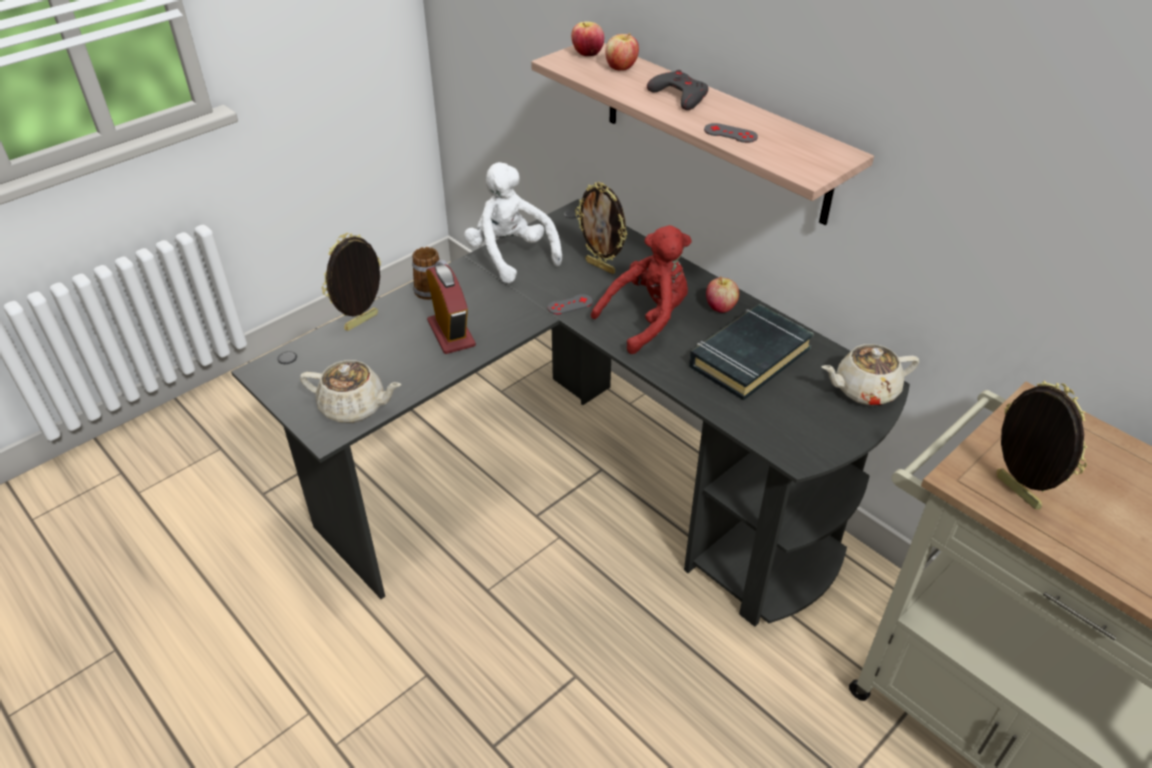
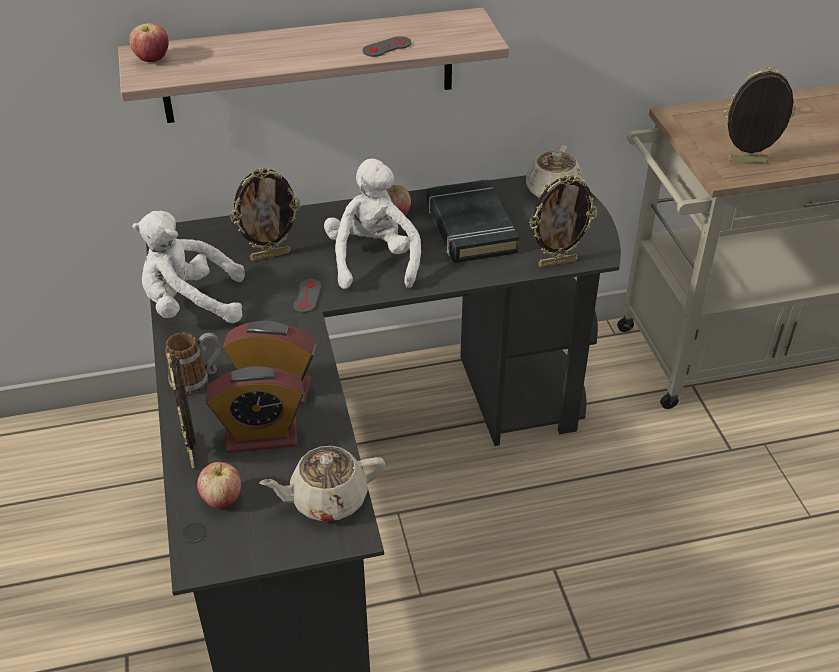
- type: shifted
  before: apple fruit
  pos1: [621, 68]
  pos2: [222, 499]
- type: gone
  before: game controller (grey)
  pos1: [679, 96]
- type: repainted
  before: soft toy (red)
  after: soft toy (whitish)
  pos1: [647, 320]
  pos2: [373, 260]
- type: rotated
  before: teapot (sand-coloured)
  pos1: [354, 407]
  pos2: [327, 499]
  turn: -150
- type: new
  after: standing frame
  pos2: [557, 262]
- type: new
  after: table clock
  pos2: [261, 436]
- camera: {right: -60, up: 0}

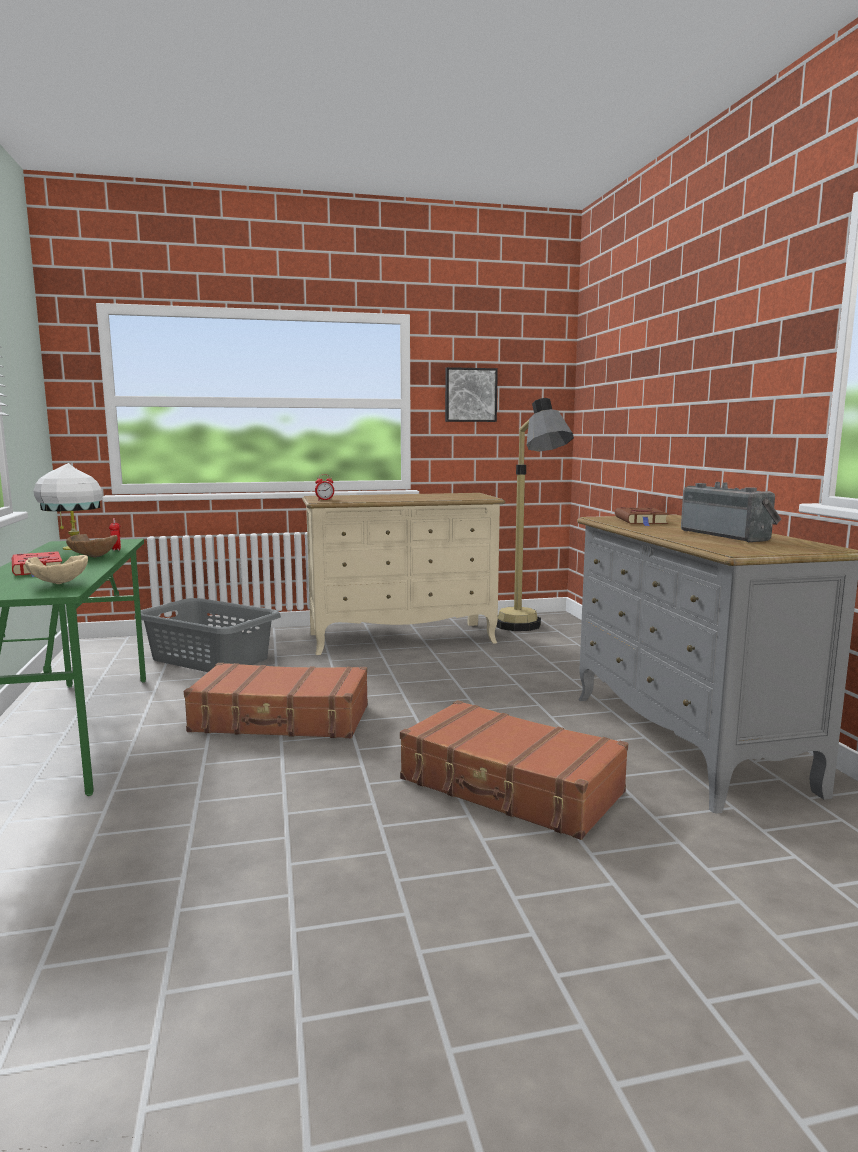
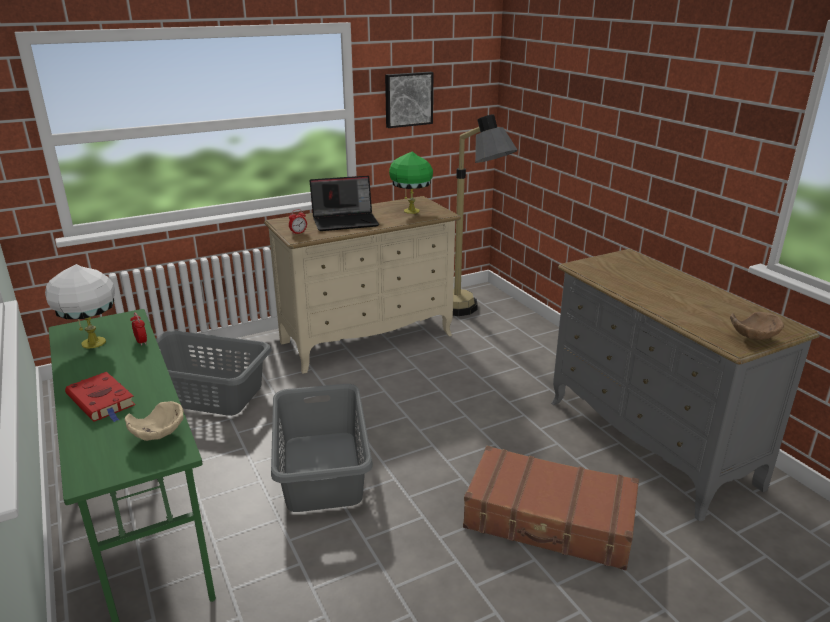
- type: gone
  before: radio set
  pos1: [727, 535]
- type: gone
  before: bound book (brown)
  pos1: [641, 521]
- type: shifted
  before: deep dish (brown)
  pos1: [92, 558]
  pos2: [753, 339]
- type: swapped
  before: travel case (brown)
  after: washing basket (grey)
  pos1: [281, 719]
  pos2: [323, 469]
- type: new
  after: lamp for a table (green)
  pos2: [410, 211]
- type: new
  after: portable computer
  pos2: [346, 221]
- camera: {right: -15, up: 15}

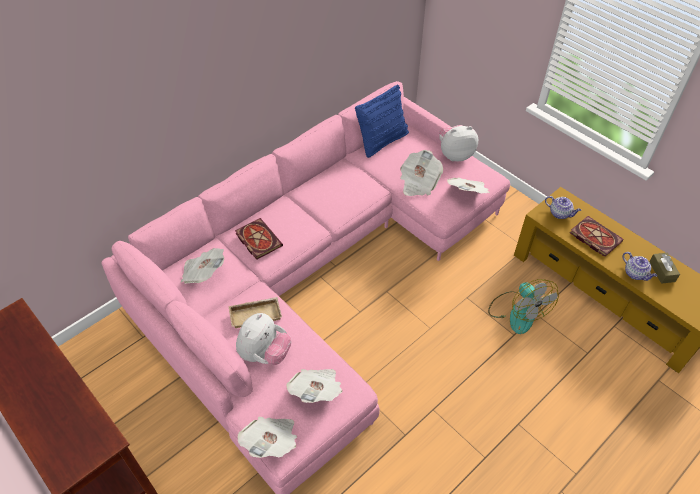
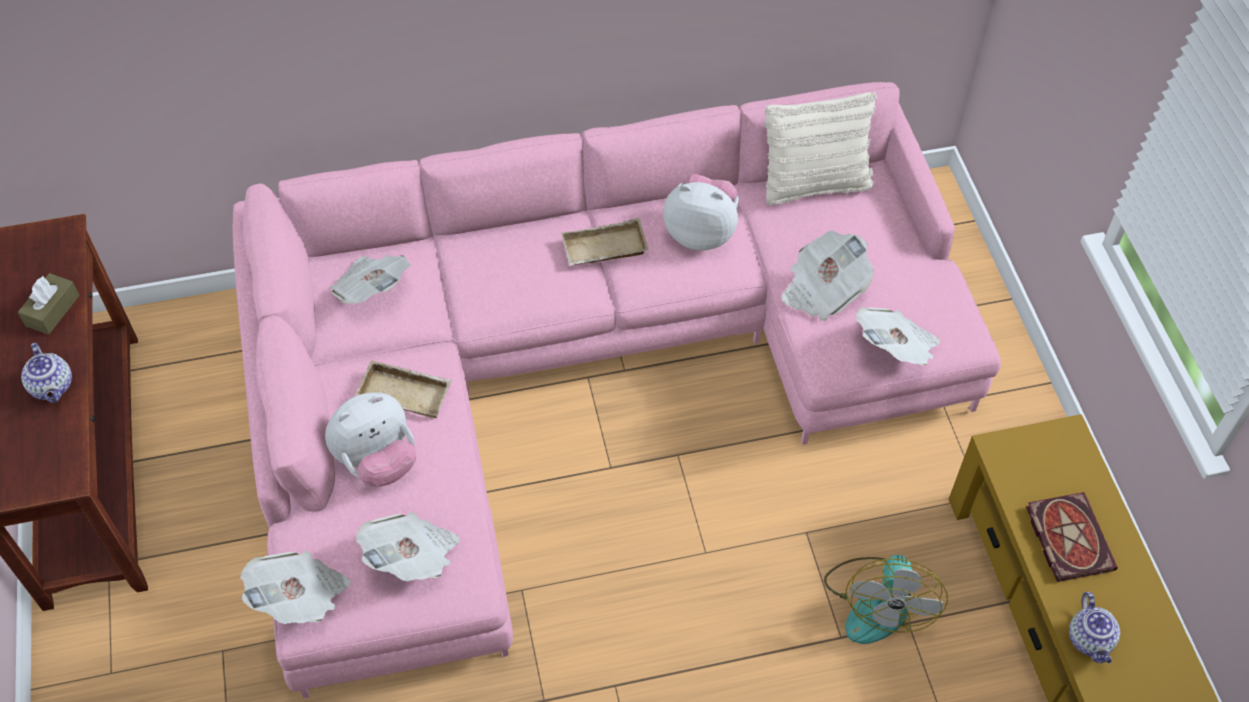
- type: repainted
  before: cushion (blue-coloured)
  after: cushion (sand-coloured)
  pos1: [381, 142]
  pos2: [814, 185]
- type: shifted
  before: soft toy
  pos1: [455, 155]
  pos2: [701, 233]
- type: shifted
  before: teapot
  pos1: [560, 214]
  pos2: [53, 387]
- type: gone
  before: bound book
  pos1: [257, 239]
- type: shifted
  before: box of tissues (brown)
  pos1: [662, 271]
  pos2: [52, 310]
- type: new
  after: serving tray (sand-coloured)
  pos2: [604, 250]
- camera: {right: 30, up: 5}

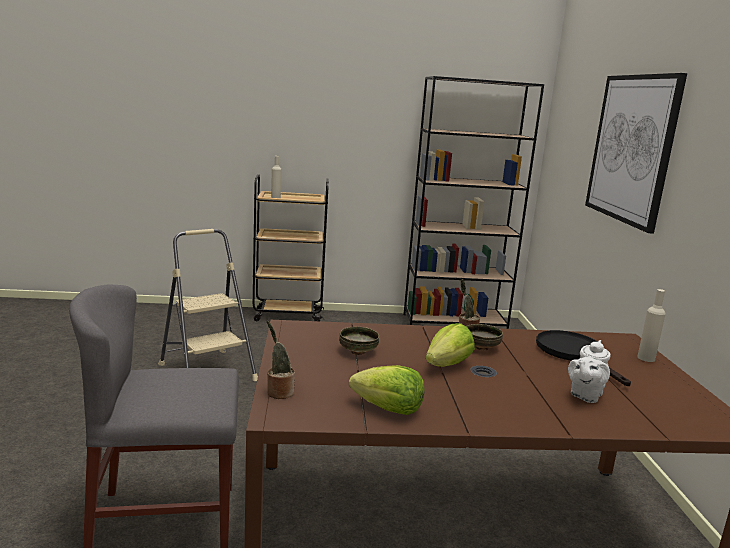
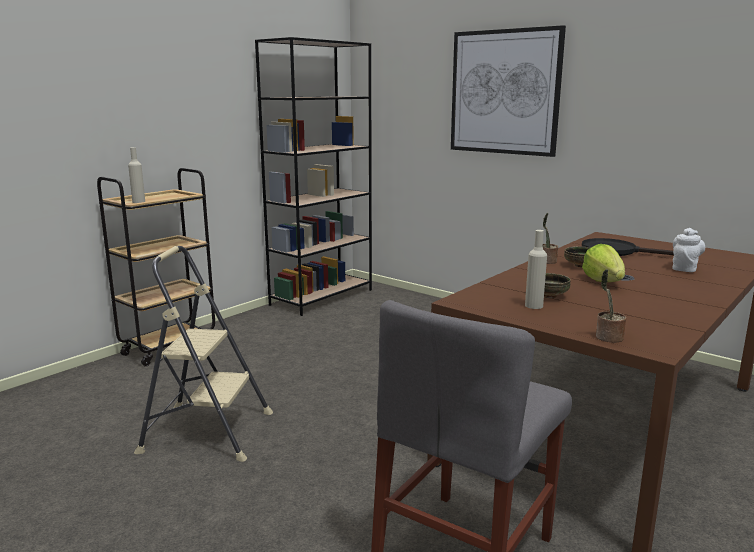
- type: shifted
  before: bottle (sand-coloured)
  pos1: [646, 358]
  pos2: [534, 306]
- type: rotated
  before: teapot (whitish)
  pos1: [585, 395]
  pos2: [685, 268]
  turn: -135
- type: gone
  before: lettuce head
  pos1: [388, 409]
- camera: {right: -45, up: 0}

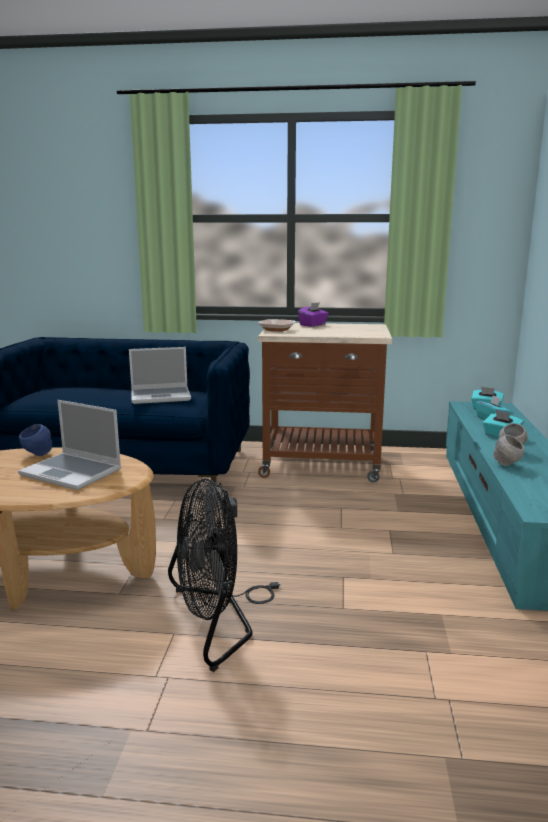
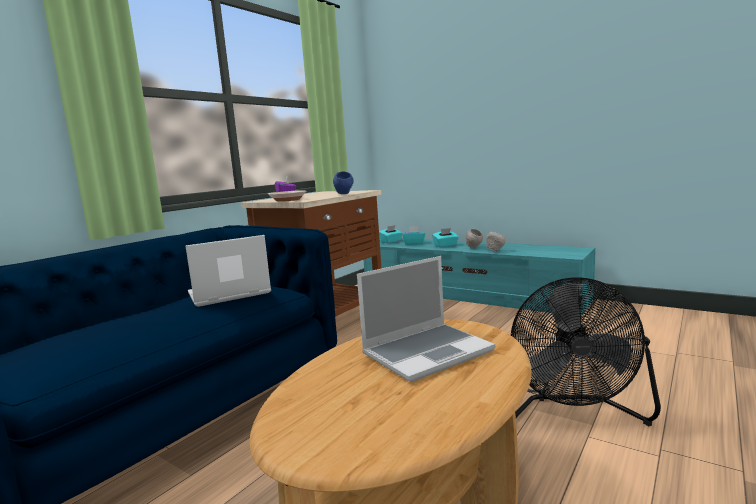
- type: rotated
  before: portable computer
  pos1: [161, 396]
  pos2: [228, 294]
  turn: -135
- type: shifted
  before: deep dish (blue-coloured)
  pos1: [38, 455]
  pos2: [344, 194]
- camera: {right: -60, up: -5}

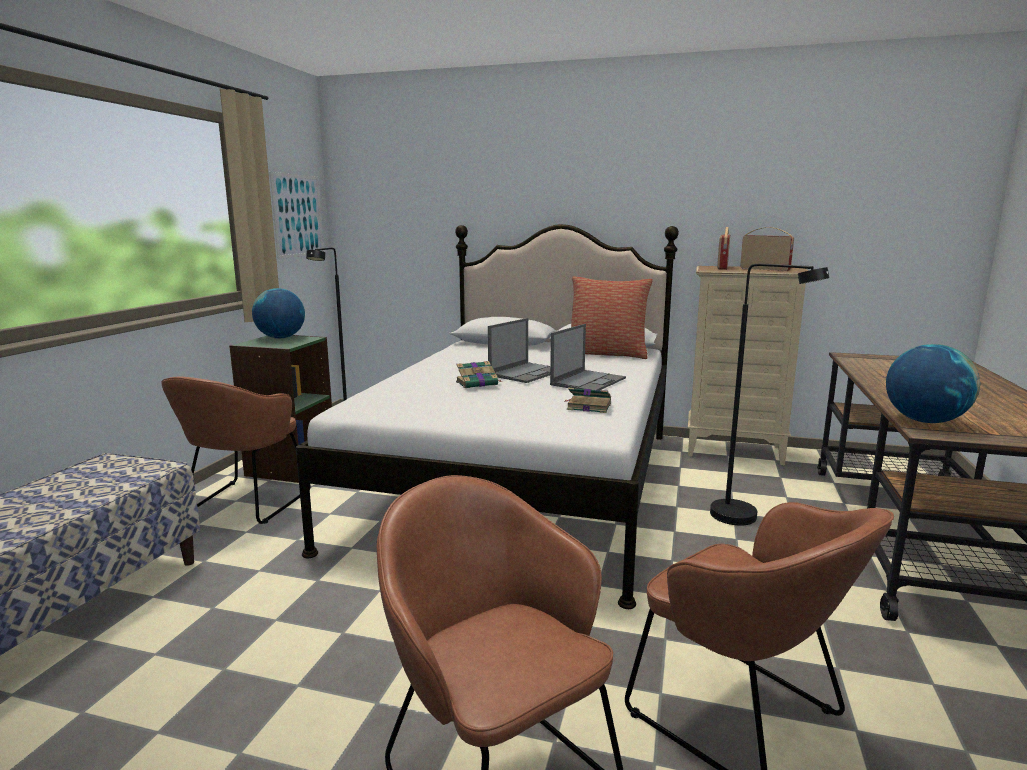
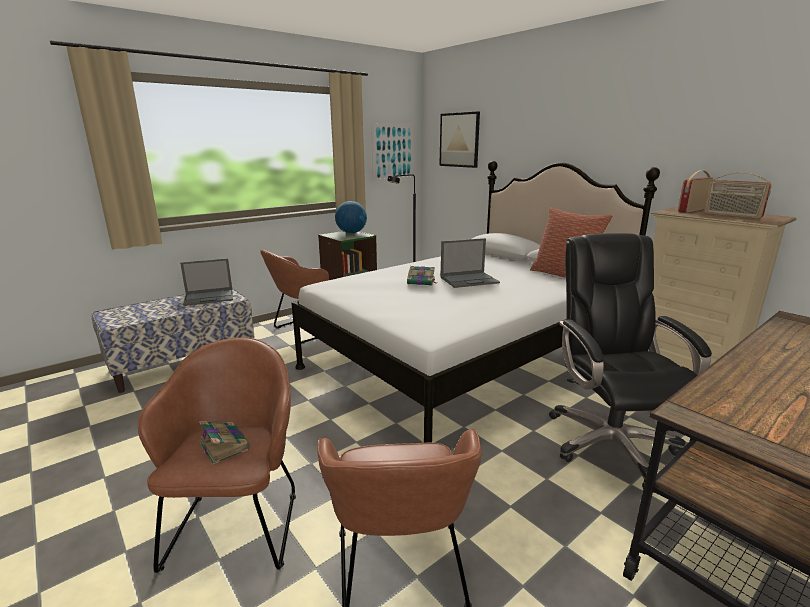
- type: rotated
  before: radio set
  pos1: [765, 269]
  pos2: [732, 215]
  turn: 150
- type: swapped
  before: standing lamp (blackish)
  after: desk chair (blackish)
  pos1: [746, 519]
  pos2: [609, 443]
- type: shifted
  before: portable computer
  pos1: [588, 381]
  pos2: [209, 297]
- type: gone
  before: globe
  pos1: [924, 421]
- type: shifted
  before: bound book
  pos1: [587, 406]
  pos2: [224, 445]
- type: new
  after: picture
  pos2: [459, 140]
- camera: {right: 35, up: 5}

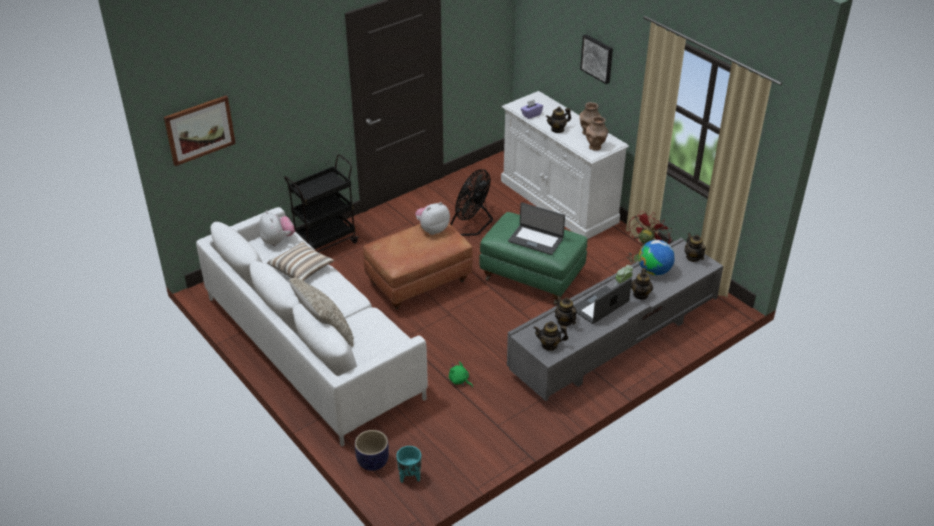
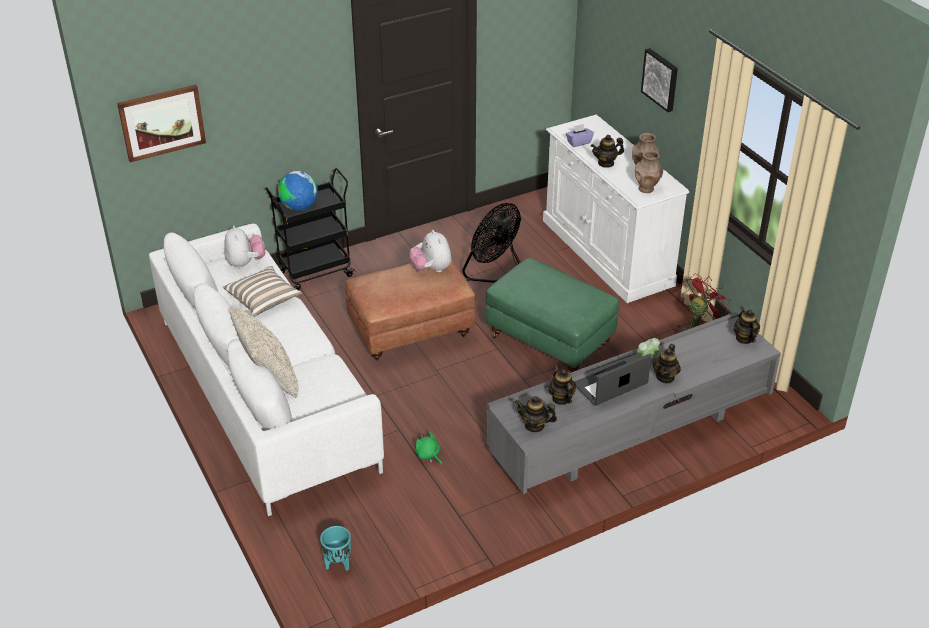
- type: rotated
  before: soft toy
  pos1: [432, 229]
  pos2: [431, 269]
  turn: -90
- type: gone
  before: portable computer
  pos1: [536, 240]
- type: shifted
  before: globe
  pos1: [654, 271]
  pos2: [299, 207]
- type: gone
  before: flower pot
  pos1: [372, 461]
- camera: {right: 10, up: 0}

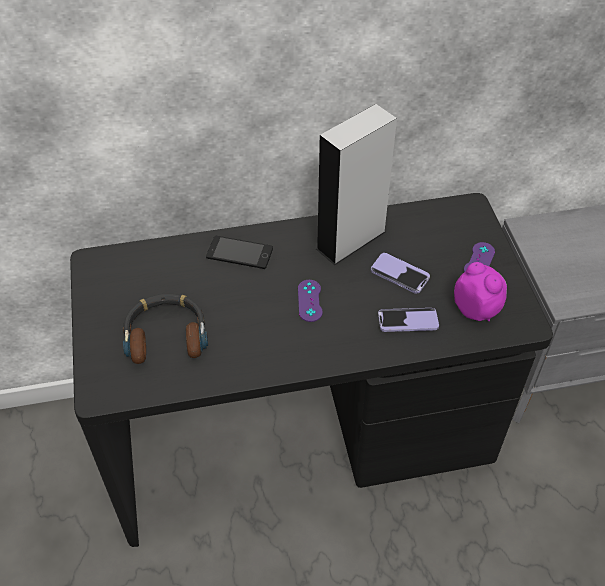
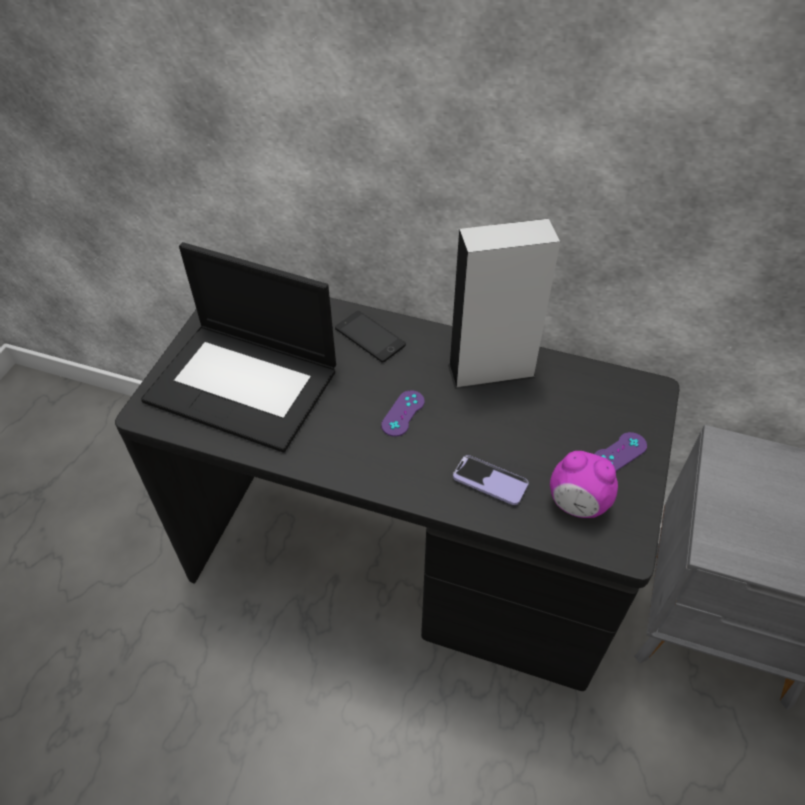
- type: gone
  before: telephone
  pos1: [399, 274]
- type: rotated
  before: table clock
  pos1: [476, 309]
  pos2: [577, 504]
  turn: 120
- type: swapped
  before: headset
  after: portable computer
  pos1: [166, 334]
  pos2: [245, 384]
- camera: {right: 30, up: 0}

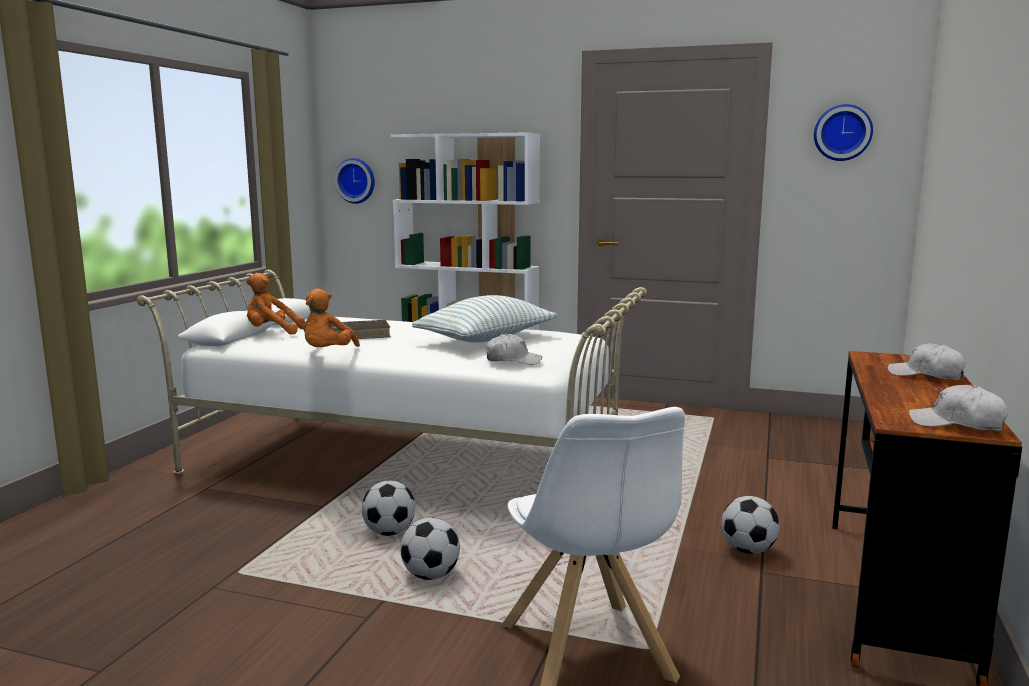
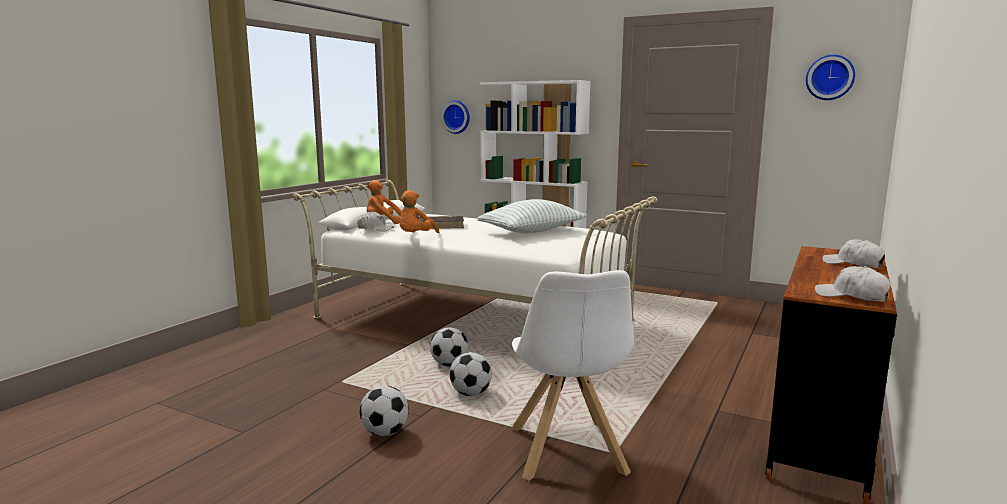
- type: shifted
  before: baseball cap (whitish)
  pos1: [513, 360]
  pos2: [375, 229]
- type: shifted
  before: football ball
  pos1: [748, 550]
  pos2: [385, 432]
- camera: {right: 10, up: 0}

